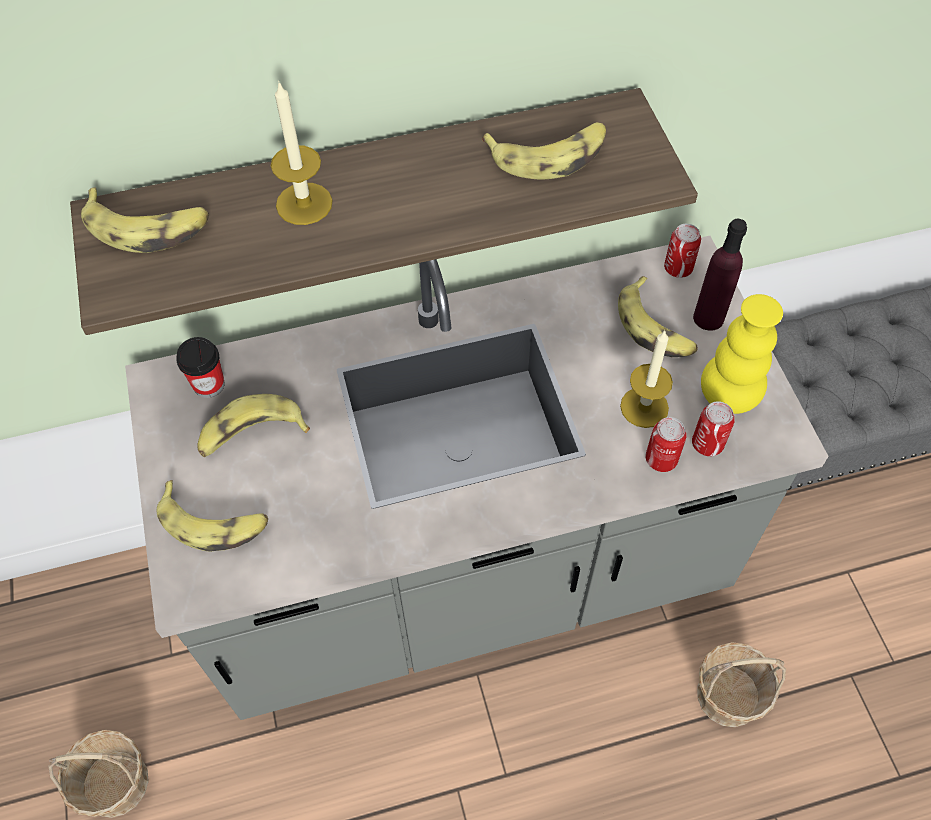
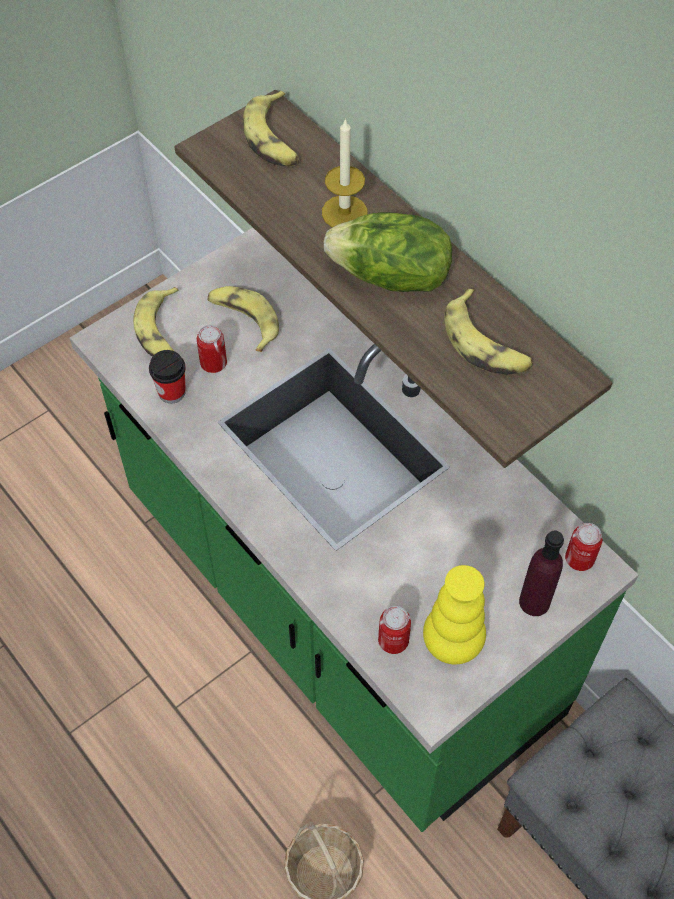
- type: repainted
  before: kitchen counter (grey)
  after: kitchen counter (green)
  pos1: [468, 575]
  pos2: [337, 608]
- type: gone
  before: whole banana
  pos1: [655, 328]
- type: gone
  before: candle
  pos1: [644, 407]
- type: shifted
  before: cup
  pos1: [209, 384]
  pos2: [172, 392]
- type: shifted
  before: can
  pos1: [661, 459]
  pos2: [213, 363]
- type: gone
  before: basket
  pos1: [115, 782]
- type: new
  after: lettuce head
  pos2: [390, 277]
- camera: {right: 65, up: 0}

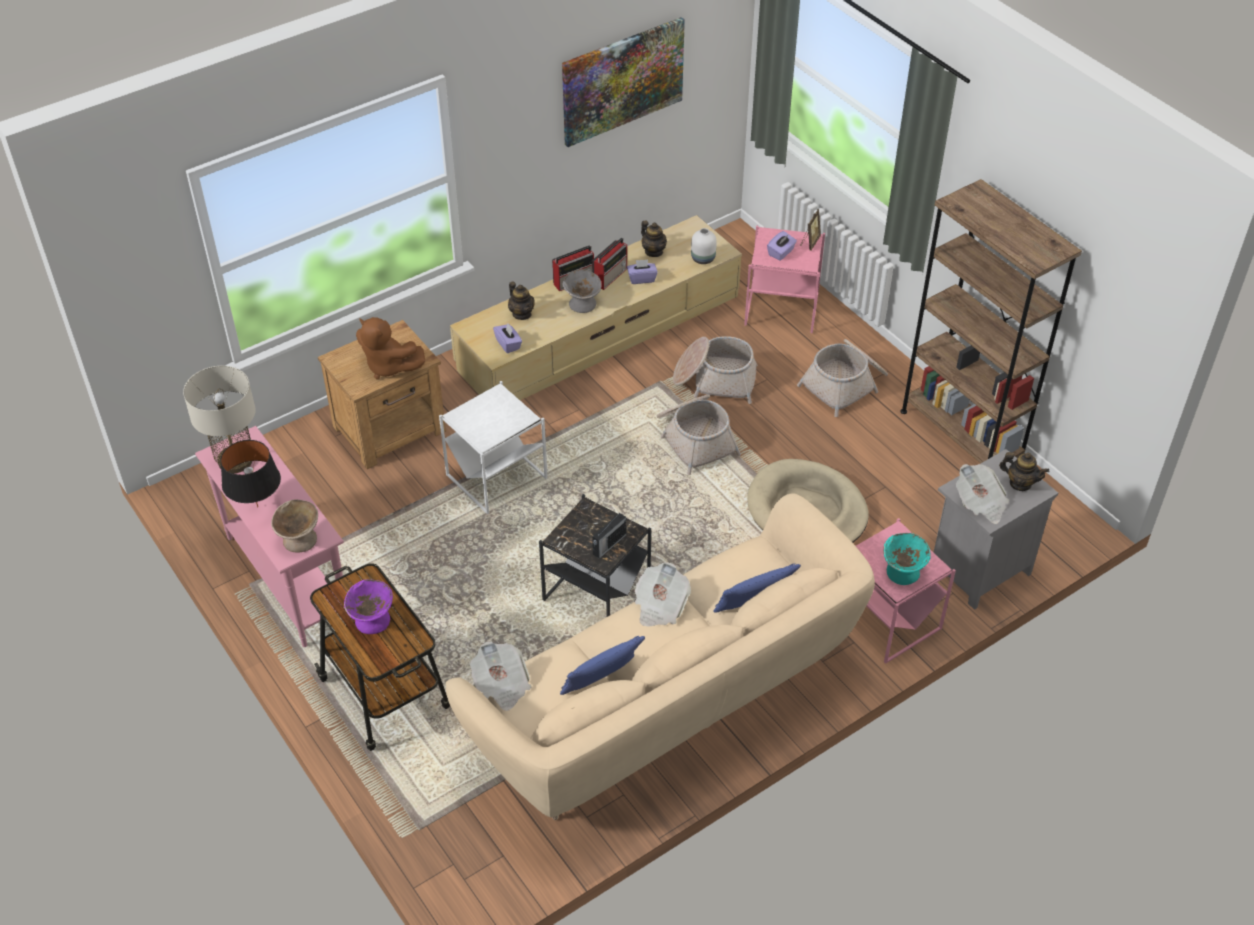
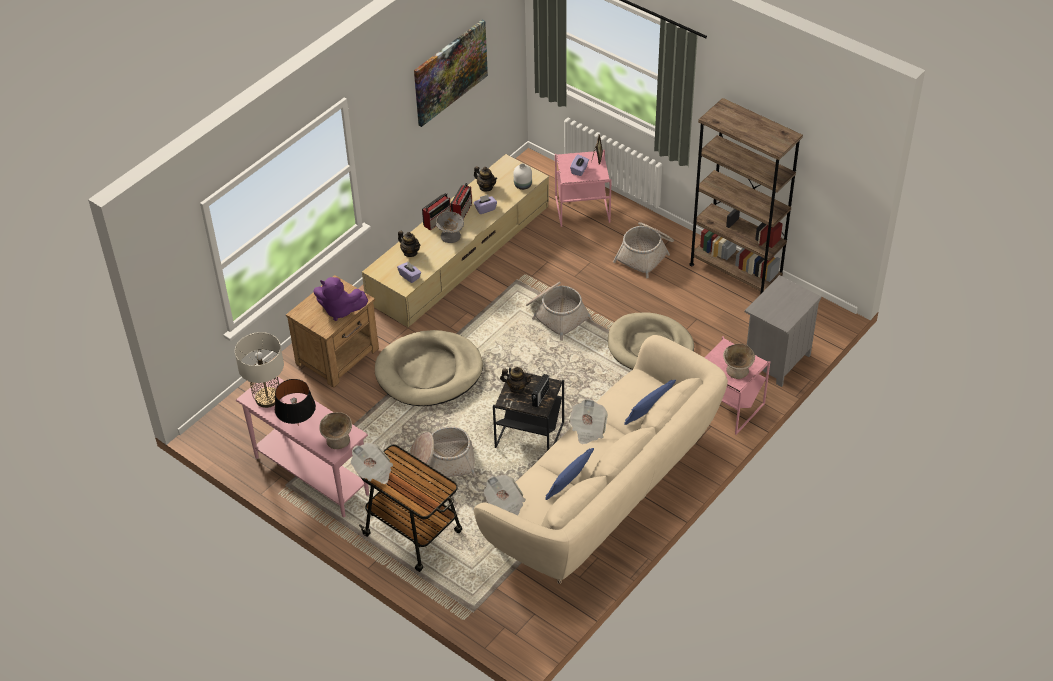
- type: repainted
  before: soft toy (brown)
  after: soft toy (purplish)
  pos1: [388, 366]
  pos2: [340, 310]
- type: shifted
  before: basket
  pos1: [715, 380]
  pos2: [442, 462]
- type: swapped
  before: side table (whitish)
  after: dog bed (sand-coloured)
  pos1: [498, 477]
  pos2: [429, 372]
- type: shifted
  before: teapot
  pos1: [1020, 483]
  pos2: [517, 387]
- type: shifted
  before: newspaper
  pos1: [980, 504]
  pos2: [373, 471]
- type: repainted
  before: deep dish (turquoise)
  after: deep dish (sand-coloured)
  pos1: [903, 572]
  pos2: [737, 370]
- type: gone
  before: deep dish (purplish)
  pos1: [372, 620]
- camera: {right: -15, up: 0}

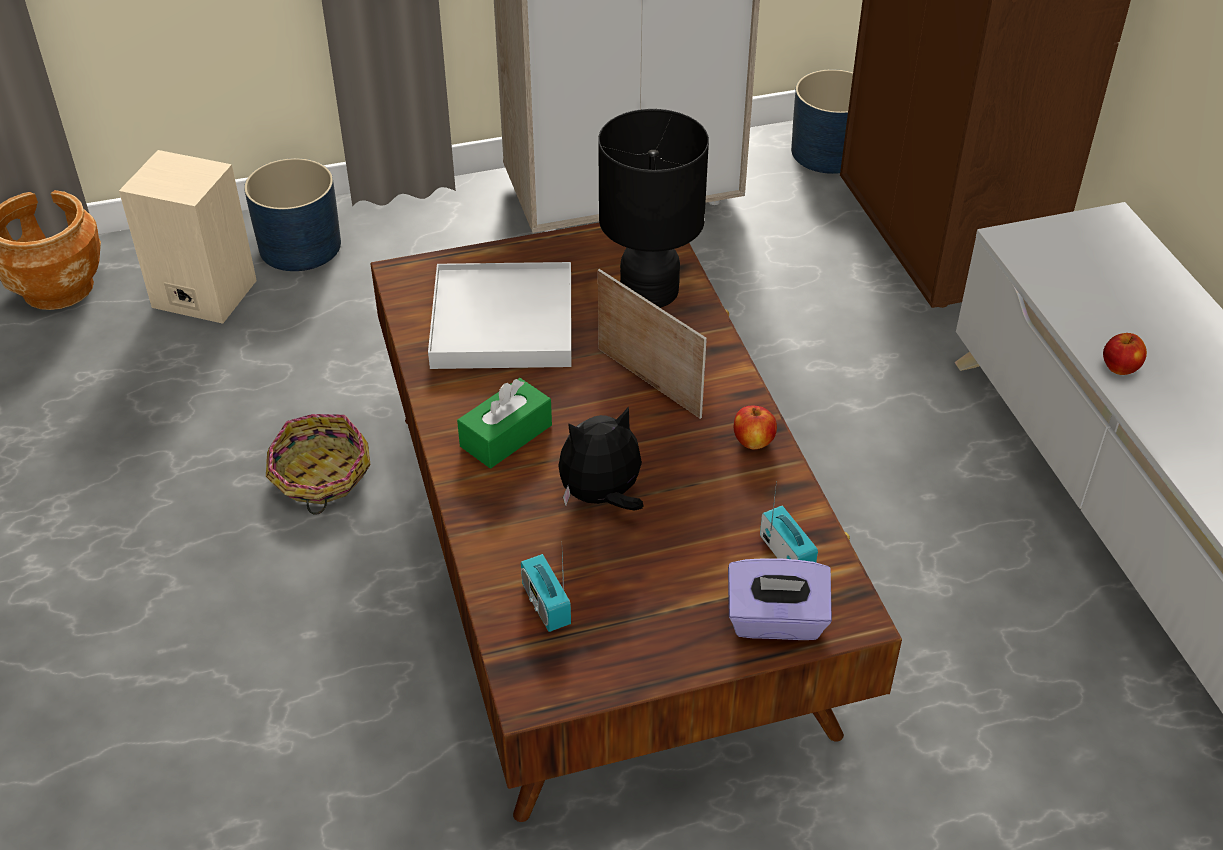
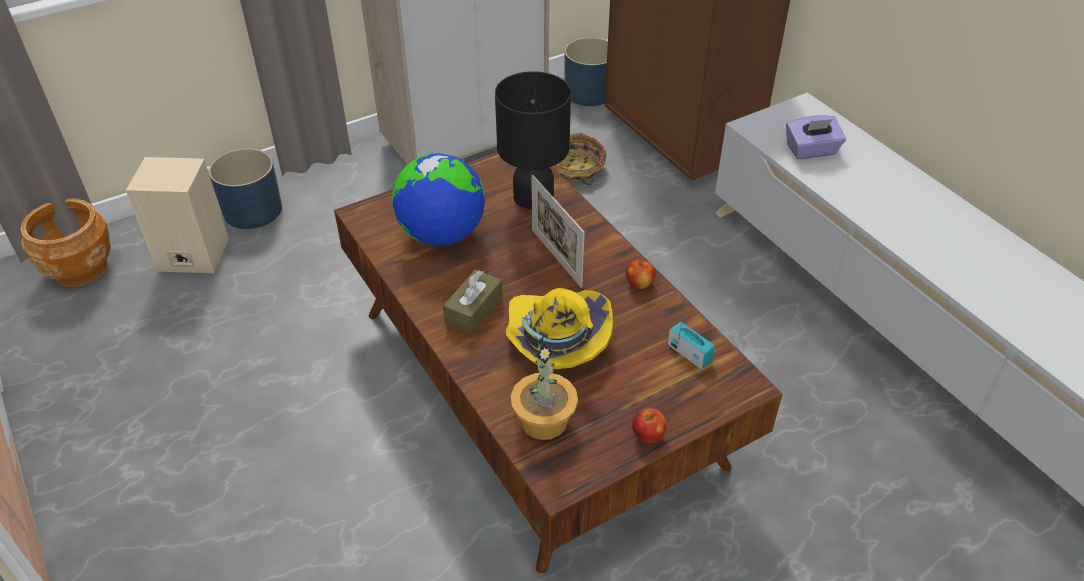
- type: swapped
  before: serving tray (whitish)
  after: globe
  pos1: [502, 322]
  pos2: [442, 234]
- type: rotated
  before: standing frame
  pos1: [648, 382]
  pos2: [556, 257]
  turn: -150
- type: shifted
  before: apple fruit
  pos1: [1119, 368]
  pos2: [648, 436]
- type: repainted
  before: box of tissues (green)
  after: box of tissues (brown)
  pos1: [506, 436]
  pos2: [474, 311]
- type: swapped
  before: soft toy
  after: hat (yellow)
  pos1: [602, 497]
  pos2: [554, 340]
- type: shifted
  before: basket
  pos1: [320, 476]
  pos2: [575, 169]
- type: swapped
  before: radio set
  after: potted plant
  pos1: [546, 605]
  pos2: [544, 420]
- type: shifted
  before: box of tissues (purplish)
  pos1: [776, 621]
  pos2: [811, 151]
- camera: {right: -15, up: 0}

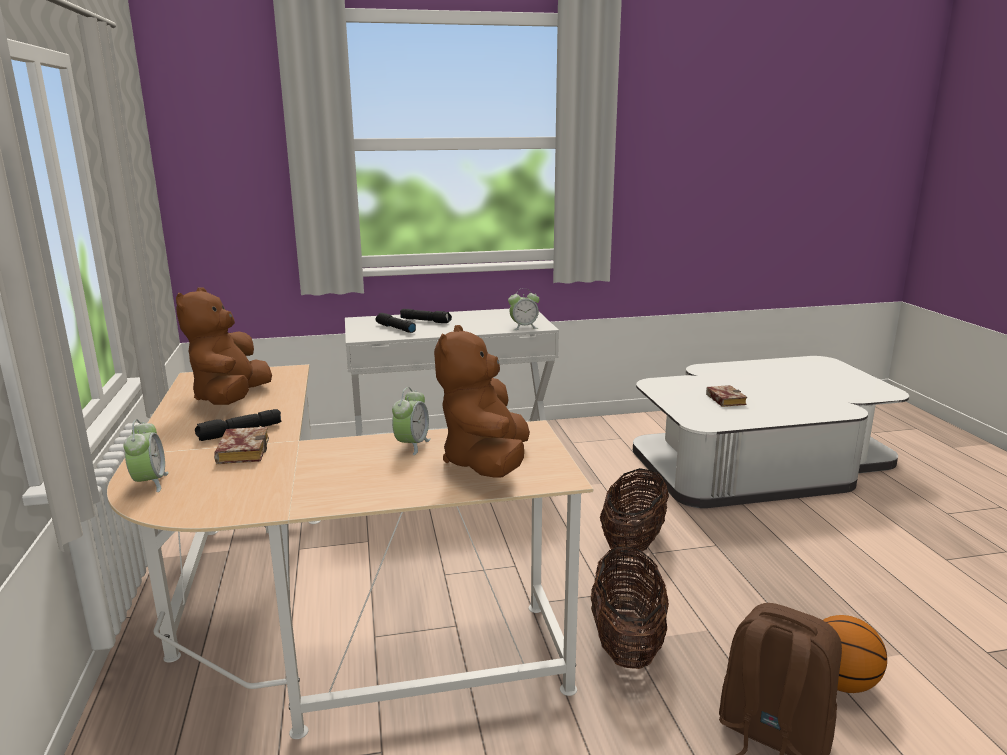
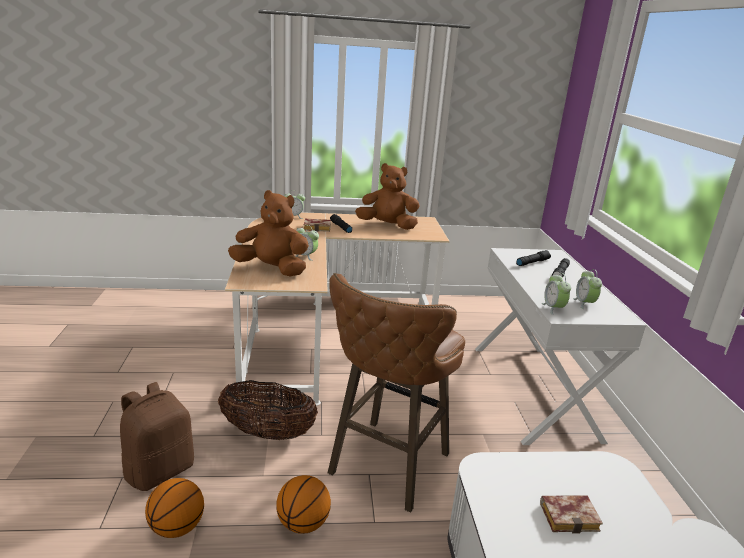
- type: swapped
  before: basket
  after: stool seat (brown)
  pos1: [633, 542]
  pos2: [387, 466]
- type: new
  after: table clock
  pos2: [584, 303]
- type: new
  after: basketball ball
  pos2: [303, 523]
- camera: {right: 95, up: 5}

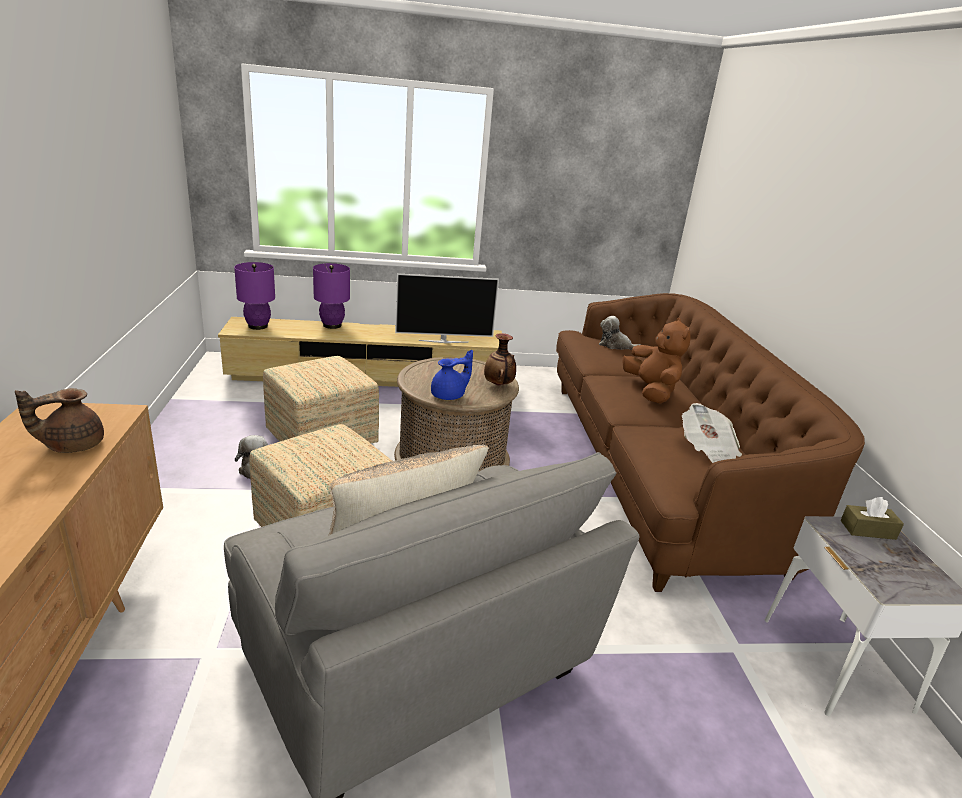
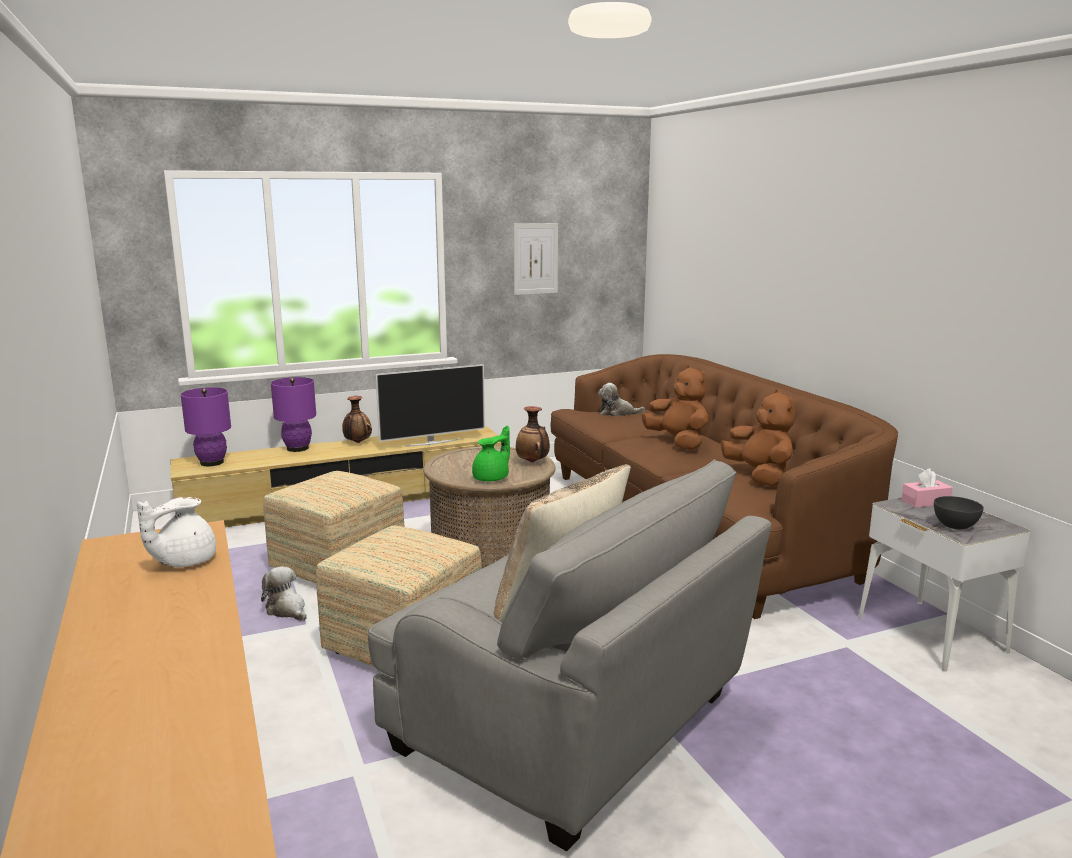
- type: repainted
  before: teapot (blue-coloured)
  after: teapot (green)
  pos1: [449, 396]
  pos2: [492, 478]
- type: repainted
  before: teapot (brown)
  after: teapot (whitish)
  pos1: [72, 445]
  pos2: [183, 561]
- type: swapped
  before: newspaper
  after: soft toy (brown)
  pos1: [707, 450]
  pos2: [759, 476]
- type: repainted
  before: box of tissues (brown)
  after: box of tissues (pinkish)
  pos1: [867, 530]
  pos2: [925, 502]
- type: new
  after: picture
  pos2: [535, 258]
- type: new
  after: vase
  pos2: [357, 442]
- type: new
  after: deep dish (grey)
  pos2: [955, 526]
- camera: {right: -15, up: -10}

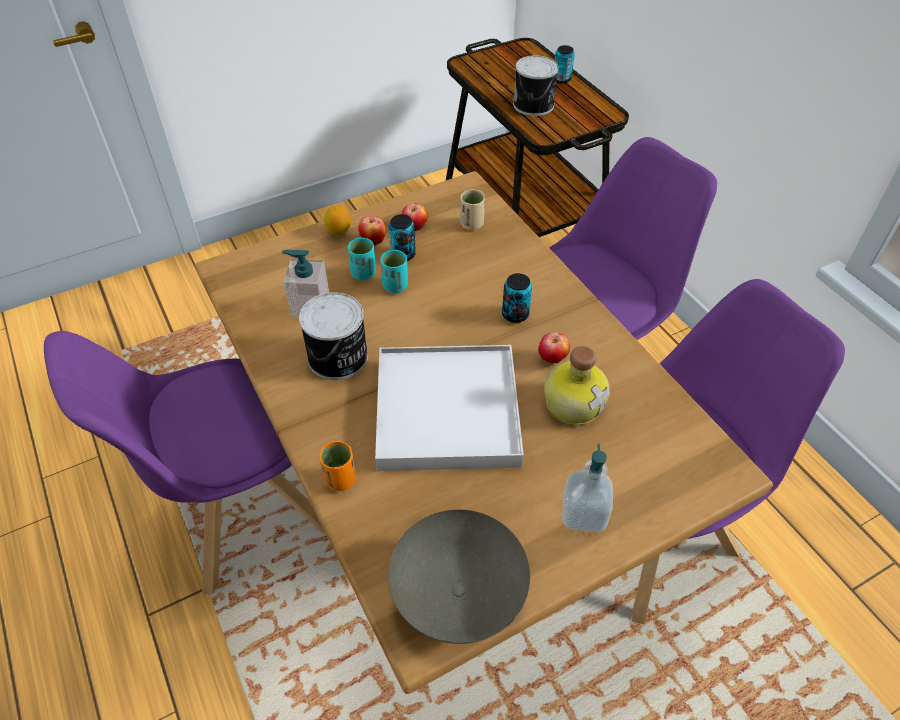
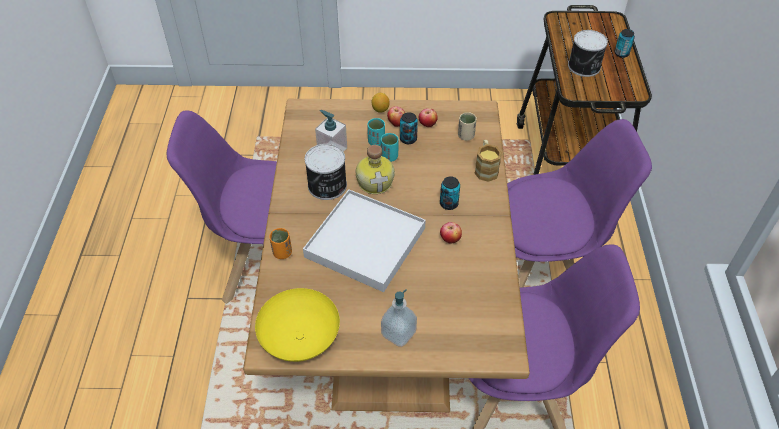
- type: shifted
  before: bottle
  pos1: [573, 402]
  pos2: [376, 182]
- type: repainted
  before: deep dish (grey)
  after: deep dish (yellow)
  pos1: [459, 593]
  pos2: [301, 338]
- type: new
  after: mug
  pos2: [485, 168]
- camera: {right: 30, up: 0}

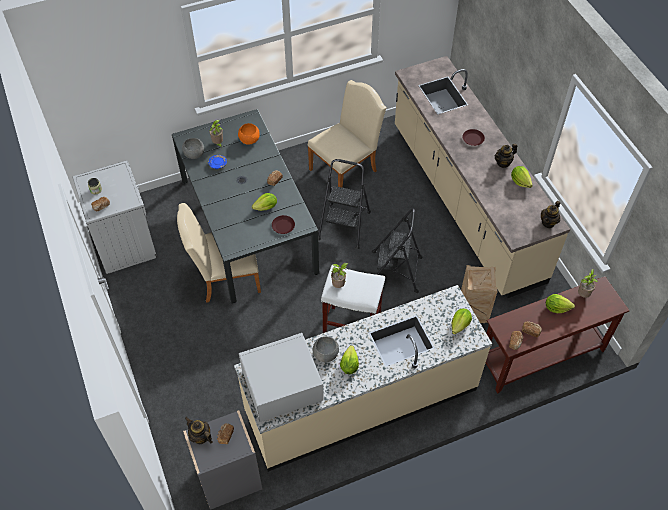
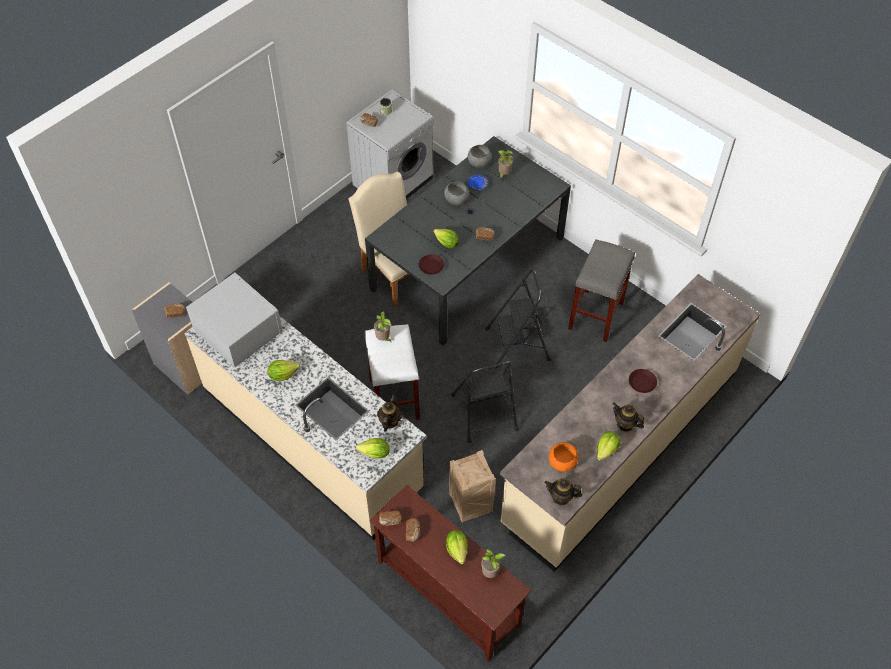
- type: swapped
  before: upright chair (sand-coloured)
  after: stool seat (grey)
  pos1: [346, 168]
  pos2: [596, 316]
- type: shifted
  before: deep dish (orange-coloured)
  pos1: [249, 140]
  pos2: [562, 462]
- type: shifted
  before: deep dish (grey)
  pos1: [325, 354]
  pos2: [456, 199]
- type: shifted
  before: teapot
  pos1: [200, 437]
  pos2: [389, 421]
- camera: {right: 65, up: 0}

